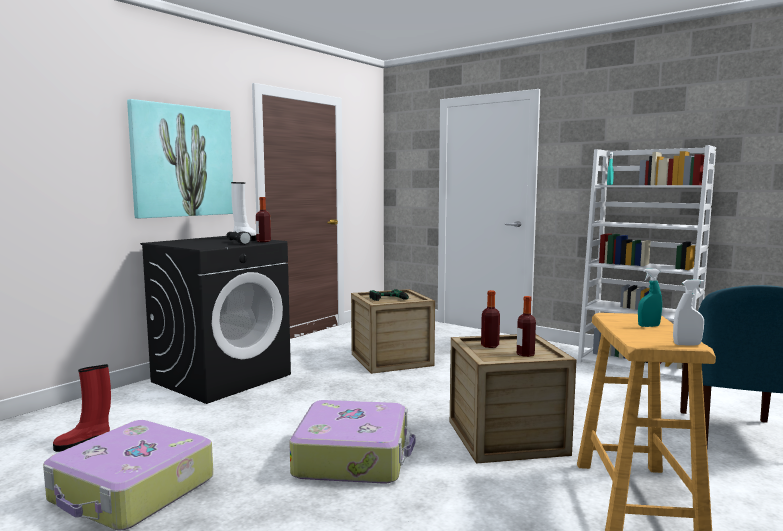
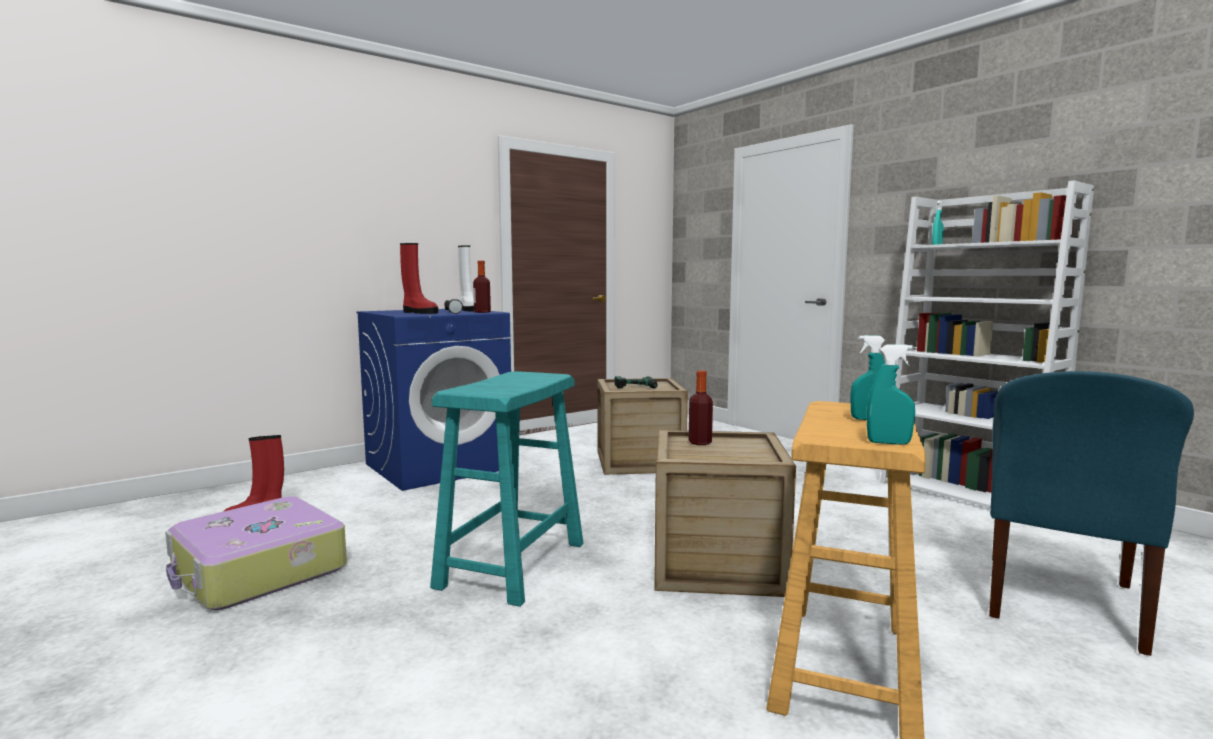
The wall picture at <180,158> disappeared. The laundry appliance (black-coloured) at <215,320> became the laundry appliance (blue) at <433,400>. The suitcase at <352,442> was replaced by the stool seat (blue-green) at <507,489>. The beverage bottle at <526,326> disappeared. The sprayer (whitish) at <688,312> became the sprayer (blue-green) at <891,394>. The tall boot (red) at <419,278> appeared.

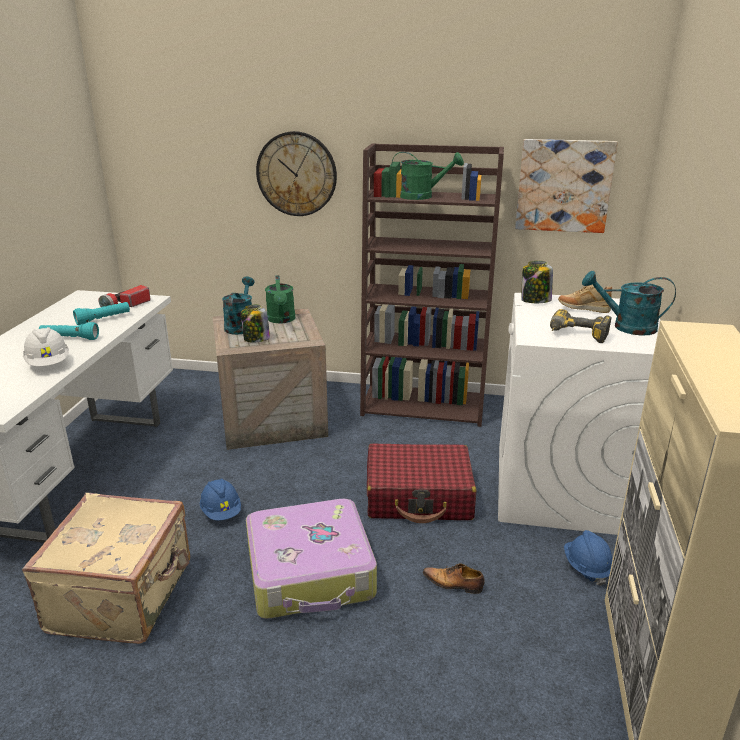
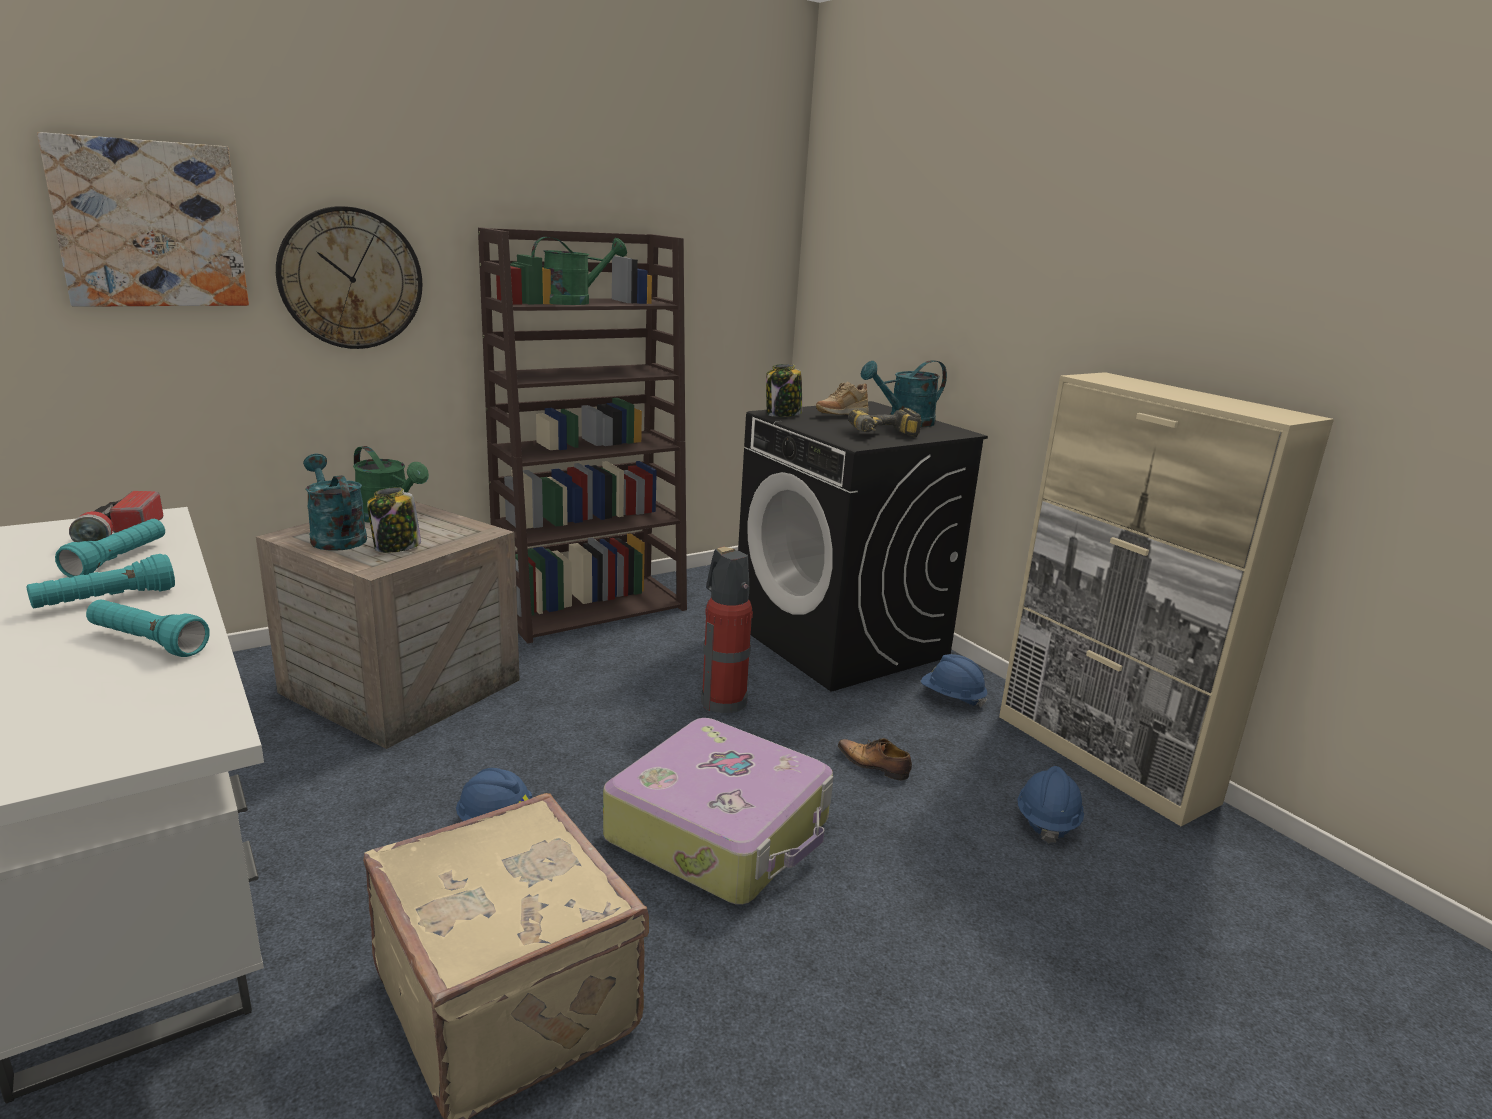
The work helmet (whitish) at <46,346> was replaced by the torch (blue-green) at <148,628>. The suitcase (red) at <422,483> was replaced by the fire-fighting cylinder at <727,630>. The item of footwear at <454,578> turned 60 degrees clockwise. The laundry appliance (whitish) at <579,414> became the laundry appliance (black-coloured) at <863,546>. The wall picture moved from <566,186> to <143,219>. The work helmet (blue) at <1050,804> appeared.

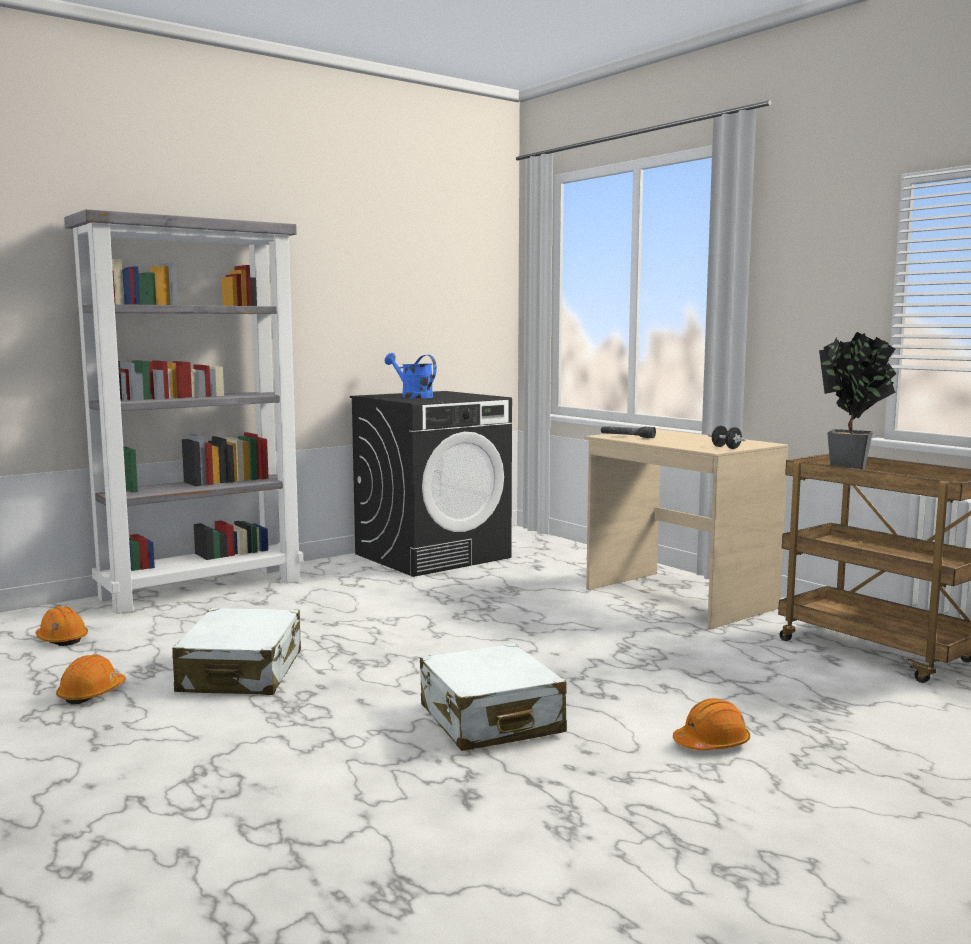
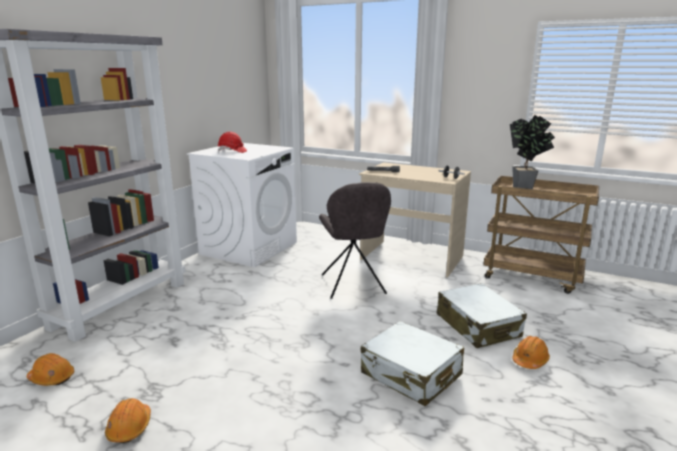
The suitcase (whitish) moved from <236,651> to <482,315>. The laundry appliance (black-coloured) at <431,484> became the laundry appliance (whitish) at <242,205>. The watering pot (blue) at <411,375> was replaced by the work helmet (red) at <232,142>. The upright chair (grey) at <355,240> appeared.

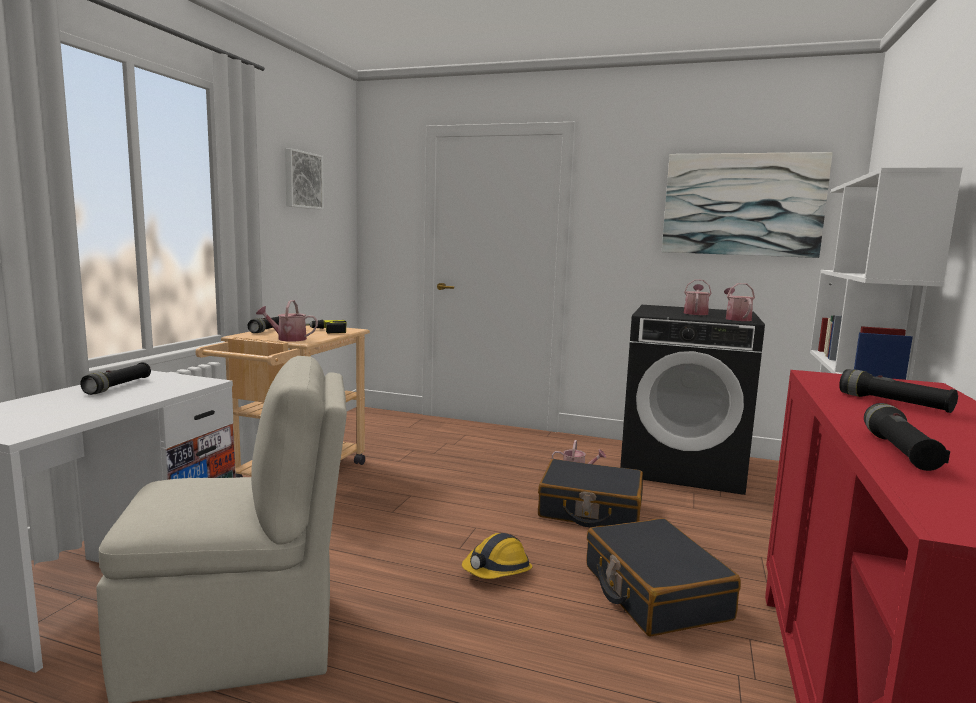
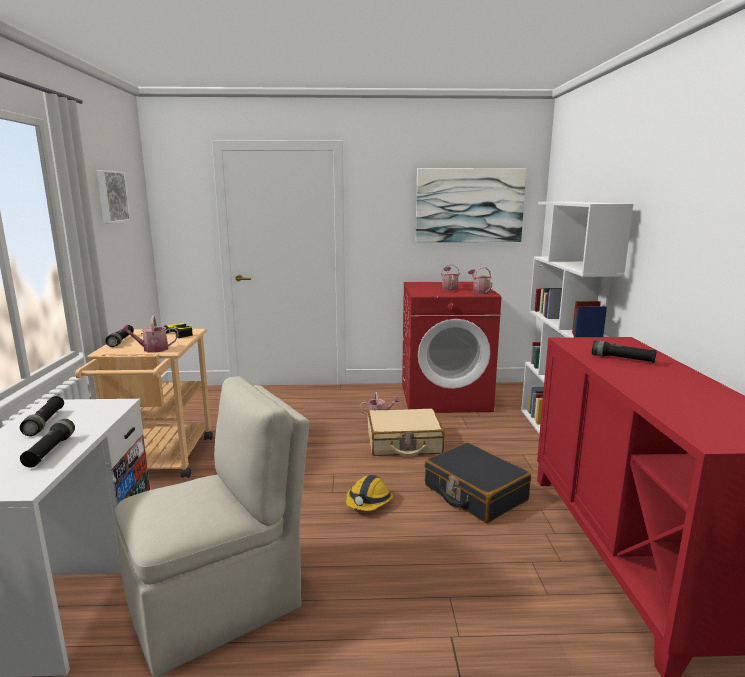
The suitcase (black-coloured) at <590,493> became the suitcase (beige) at <406,433>. The laundry appliance (black-coloured) at <692,400> became the laundry appliance (red) at <451,347>. The torch (black-coloured) moved from <907,437> to <47,443>.

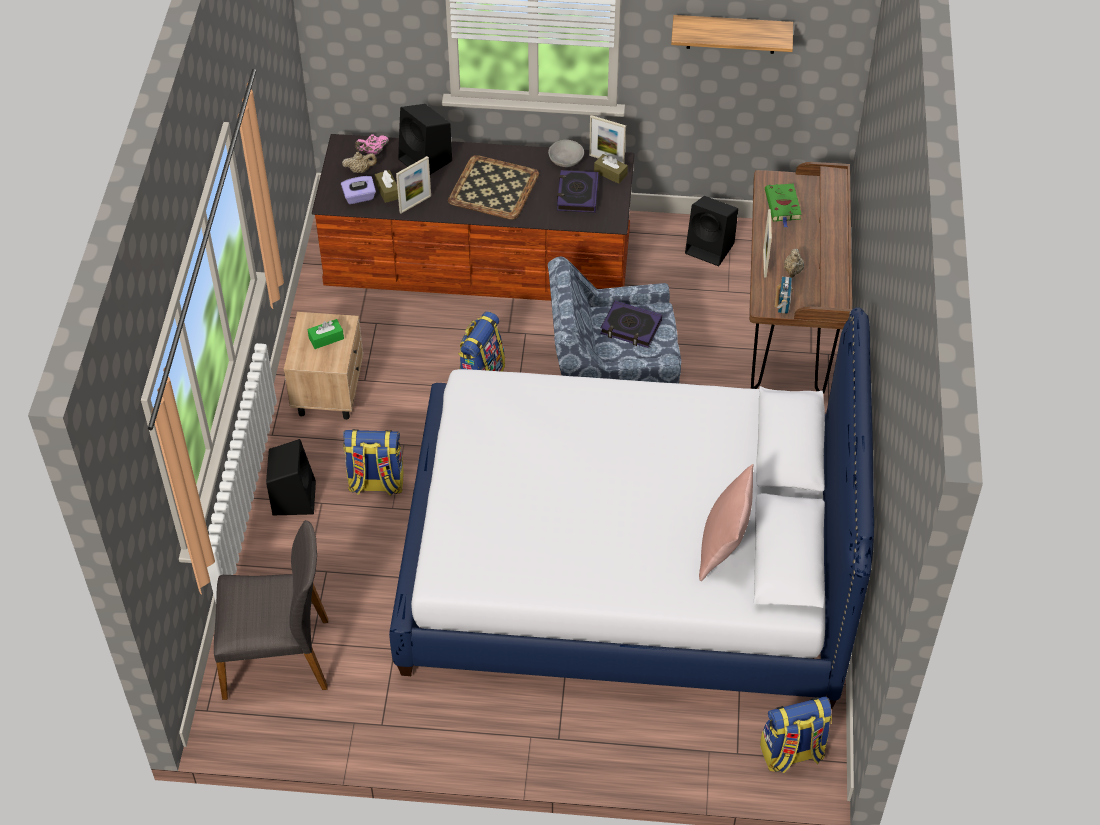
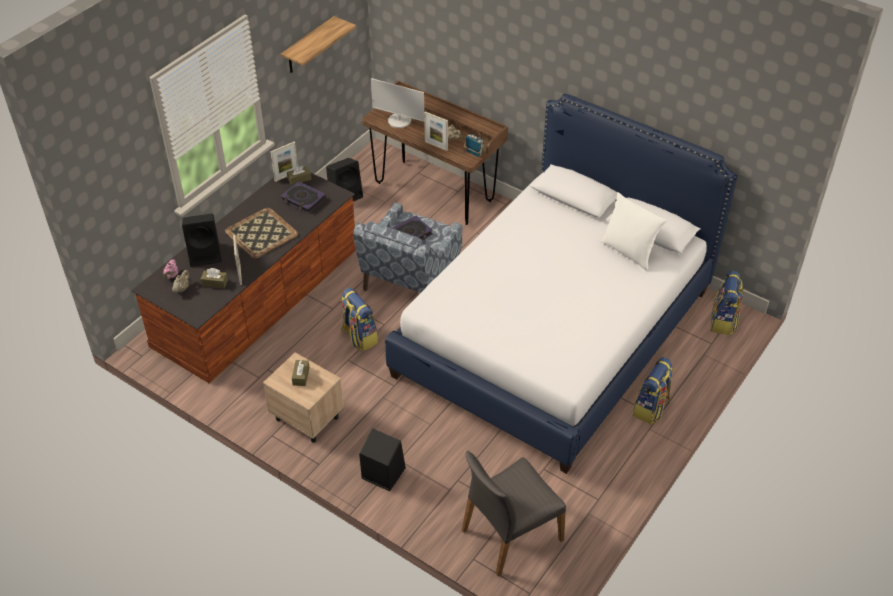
The upright chair (grey) at <271,610> turned 150 degrees counterclockwise. The tissue holder (green-coloured) at <325,334> became the tissue holder (brown-coloured) at <301,373>. The tissue holder (purple-coloured) at <358,190> disappeared. The knapsack moved from <373,462> to <653,390>. The serving bowl (grey) at <566,153> disappeared. The cushion (pink) at <726,522> became the cushion (whitish) at <634,231>. The bound book (green-coloured) at <783,205> was replaced by the computer screen at <397,103>.

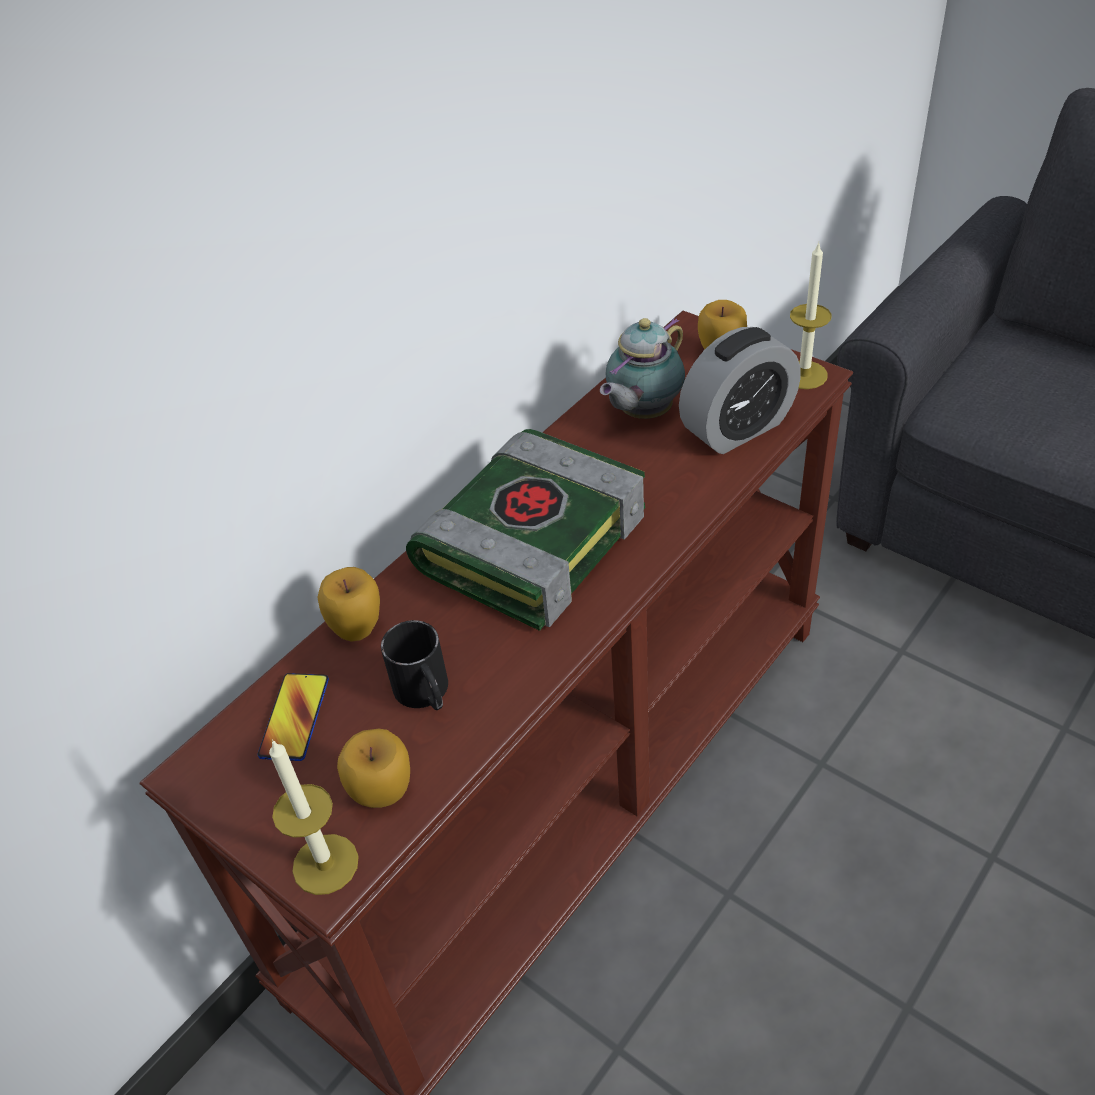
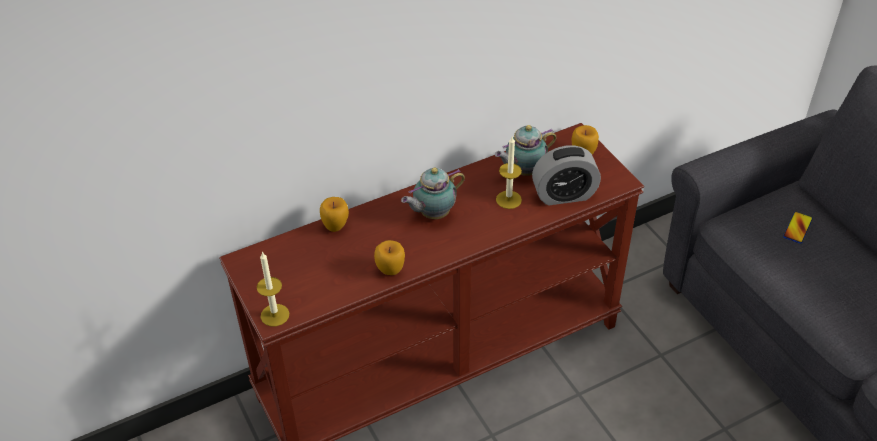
The telephone moved from <293,717> to <798,227>. The whole apple moved from <373,768> to <389,257>. The mug (black-coloured) at <414,665> disappeared. The bound book at <525,530> was replaced by the pot for tea at <433,193>. The candle moved from <811,315> to <509,173>.

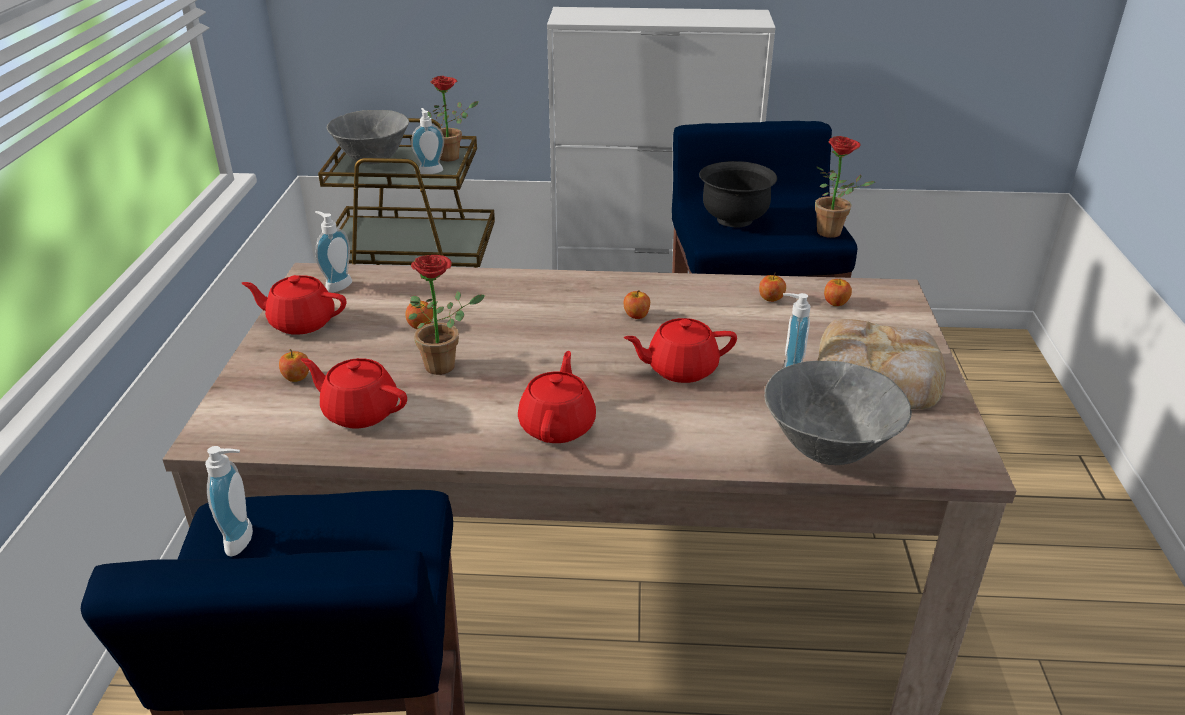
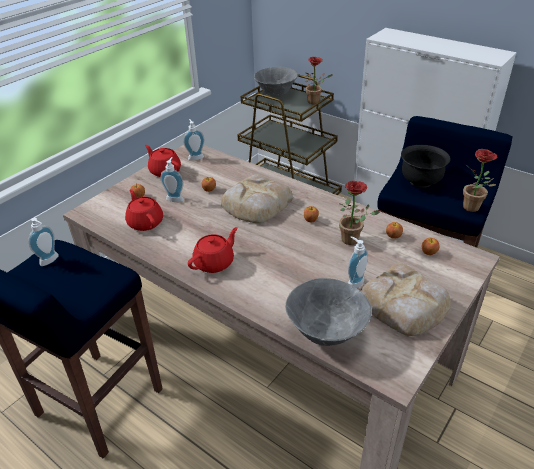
The plant in a pot moved from <446,315> to <359,213>. The soap dispenser moved from <427,141> to <172,179>. The pot for tea (red) at <680,350> disappeared. The bread at <257,198> appeared.

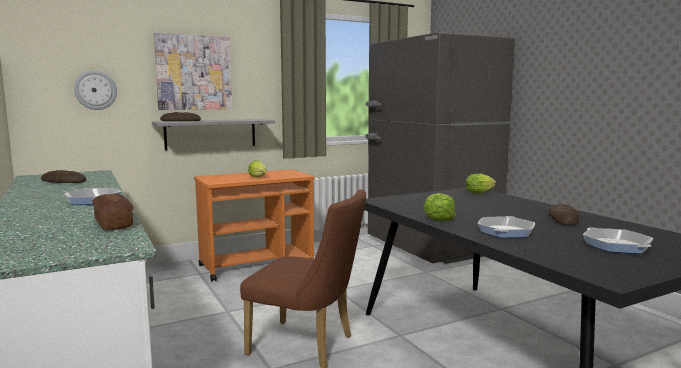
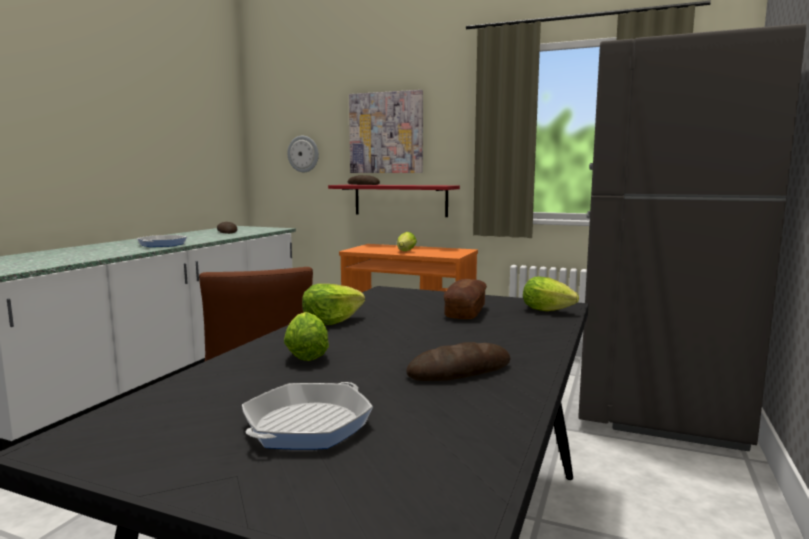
The bread moved from <113,212> to <465,299>. The bracket shelf (grey) at <213,134> became the bracket shelf (red) at <394,201>. The skillet at <506,227> was replaced by the lettuce at <306,336>.

